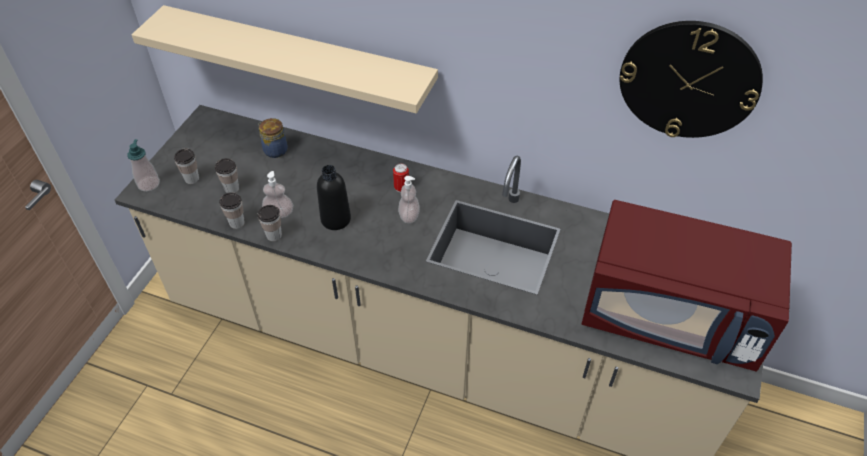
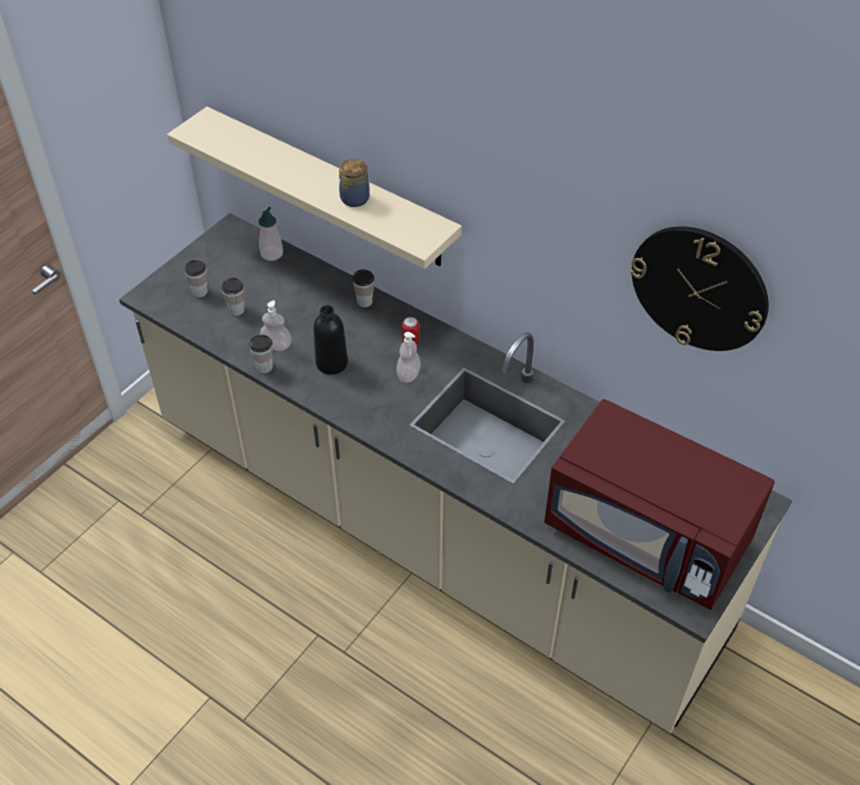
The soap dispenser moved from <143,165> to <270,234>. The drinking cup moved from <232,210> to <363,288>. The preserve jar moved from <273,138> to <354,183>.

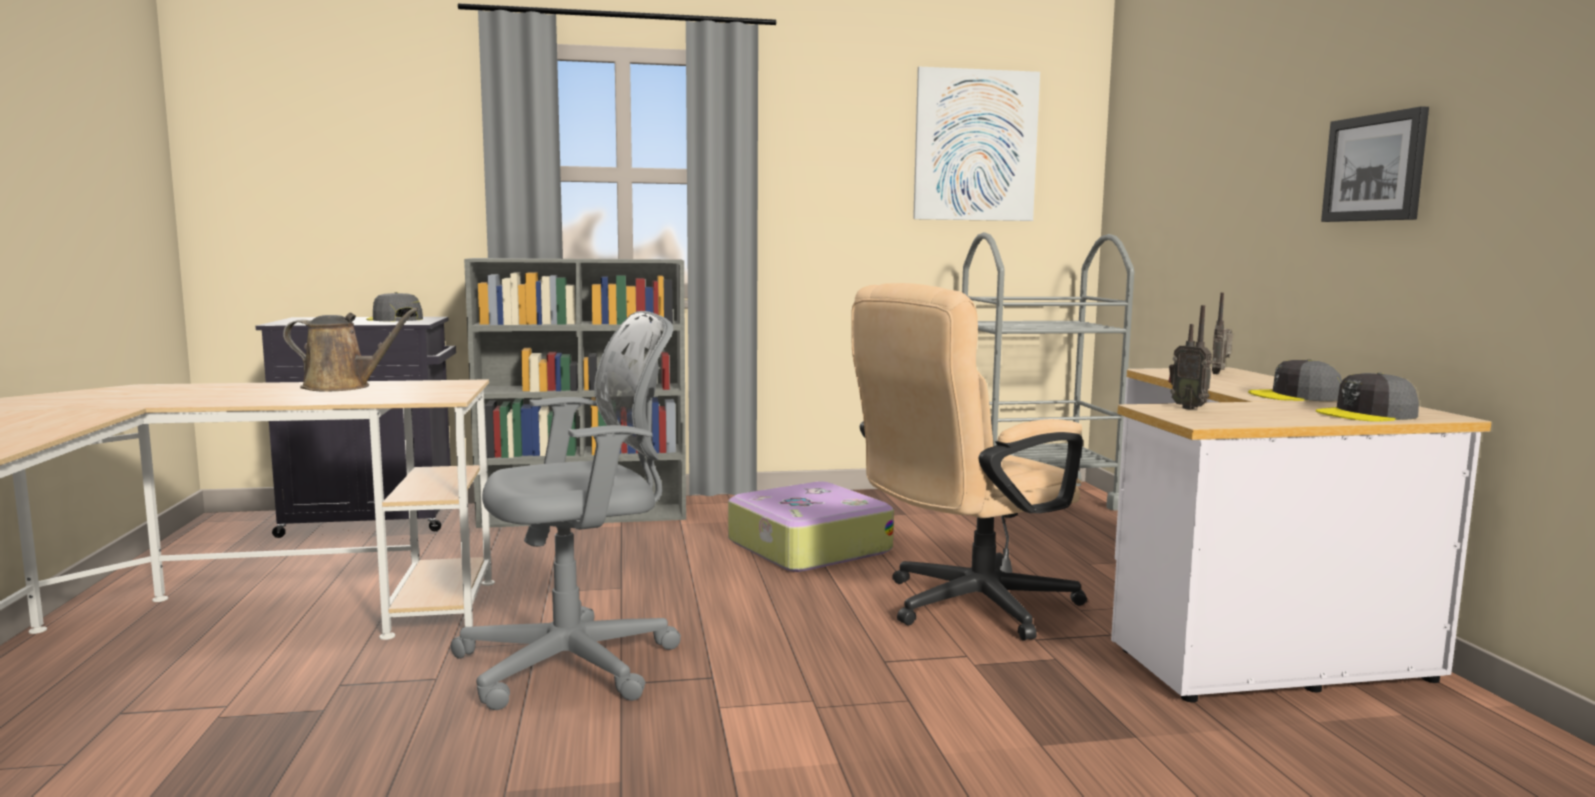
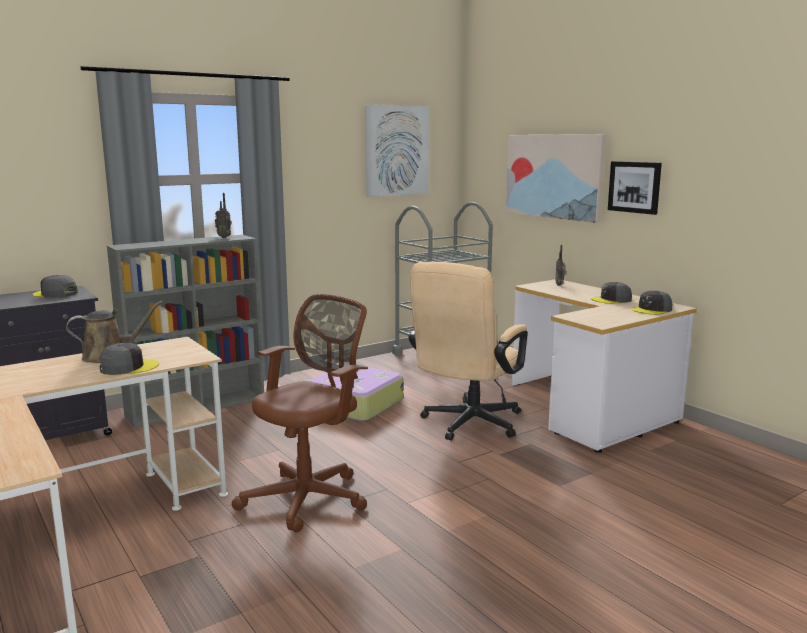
The computer chair (grey) at <566,510> became the computer chair (brown-coloured) at <300,413>. The radio moved from <1190,357> to <223,215>. The baseball cap (grey) at <129,359> appeared. The wall picture at <555,178> appeared.

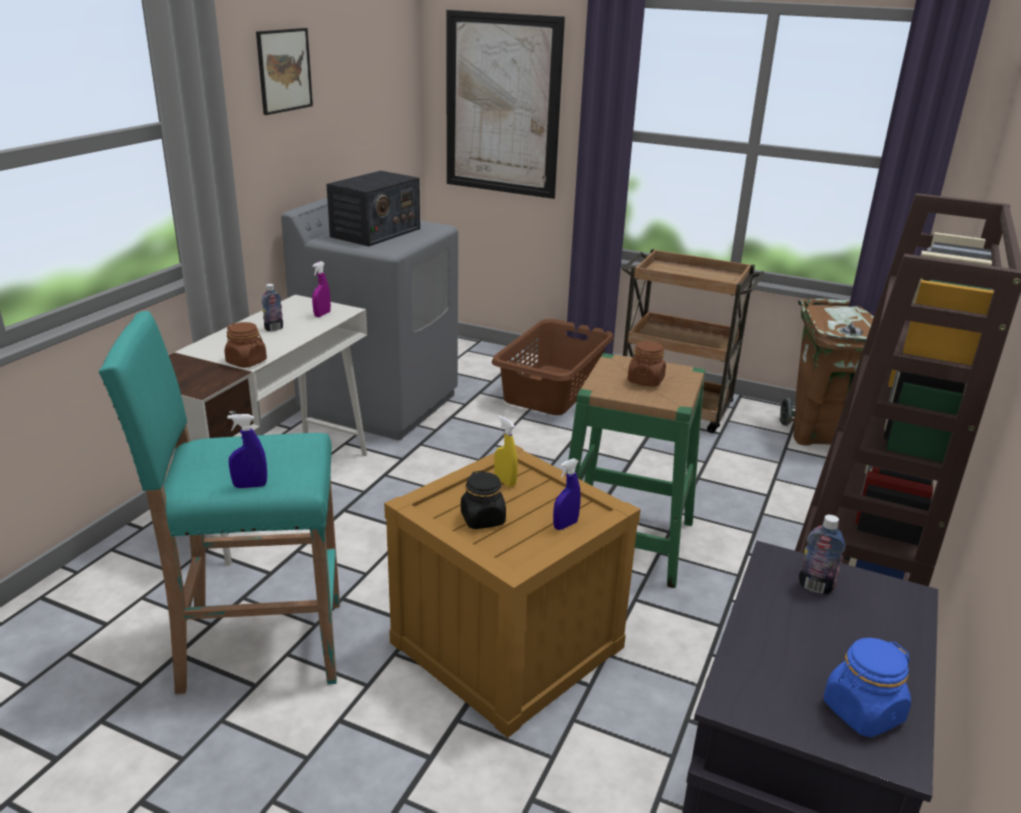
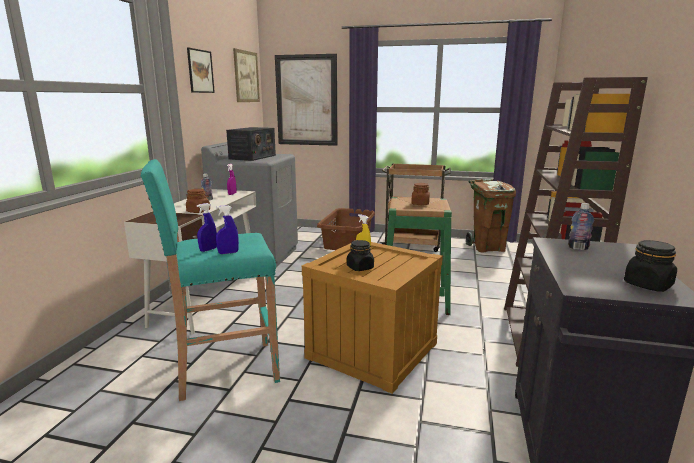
The sprayer (blue) moved from <567,494> to <207,227>. The preserve jar (blue) at <867,687> became the preserve jar (black-coloured) at <650,266>. The wall picture at <246,75> appeared.

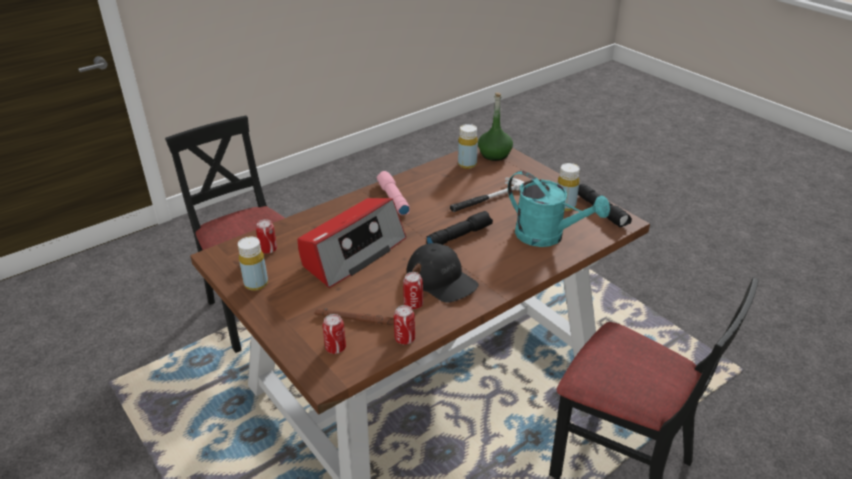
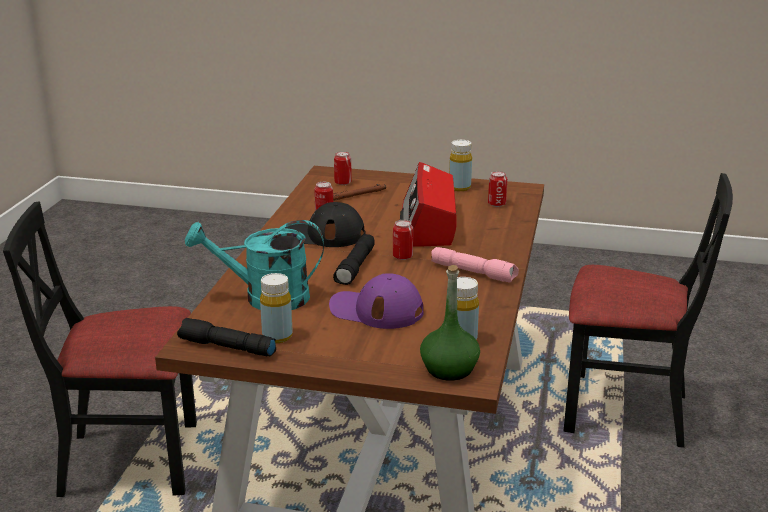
The metal can moved from <404,324> to <403,240>. The hand hammer at <487,195> was replaced by the baseball cap (purple-coloured) at <376,301>.

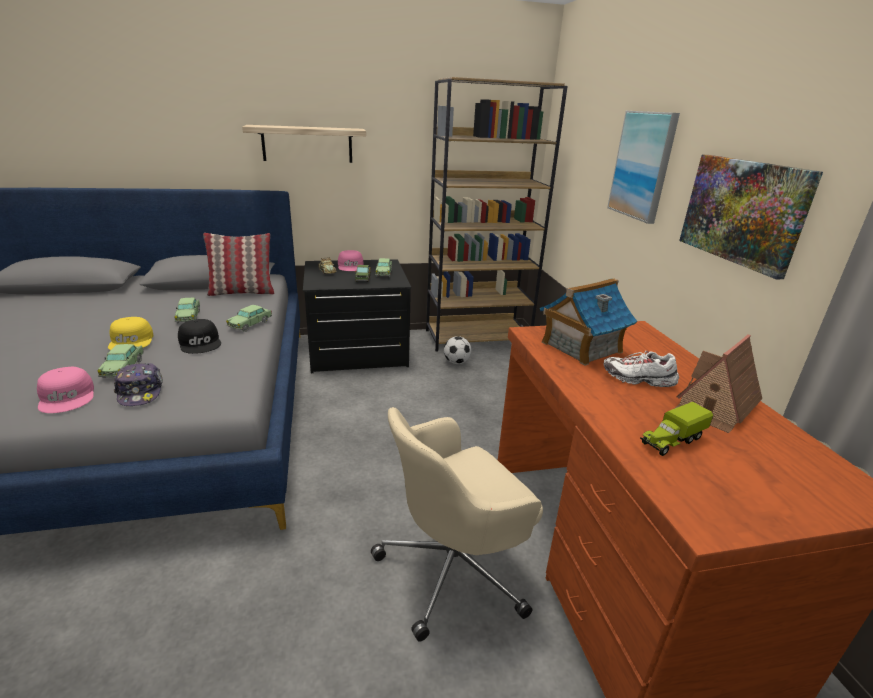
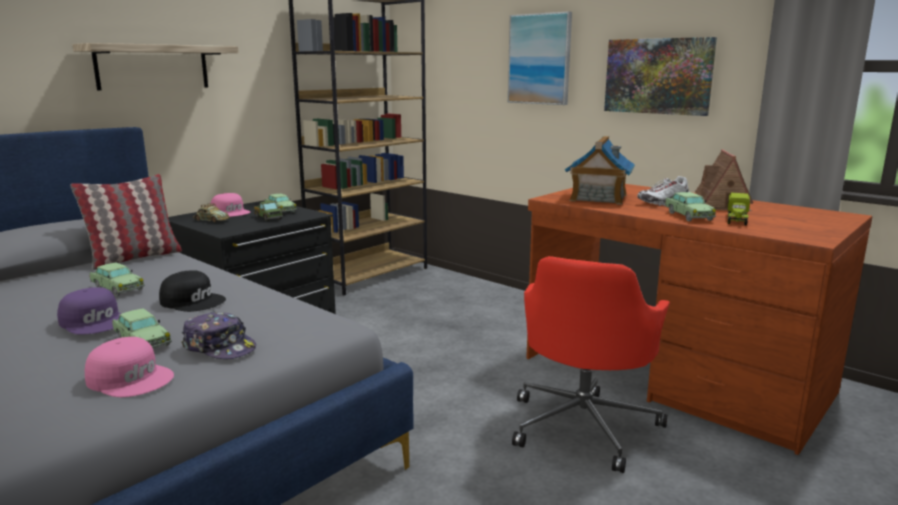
The baseball cap (yellowish) at <131,333> became the baseball cap (purple-coloured) at <89,311>. The toy car moved from <249,318> to <690,206>. The computer chair (beige) at <457,524> became the computer chair (red) at <591,364>. The ball for football at <457,350> disappeared.

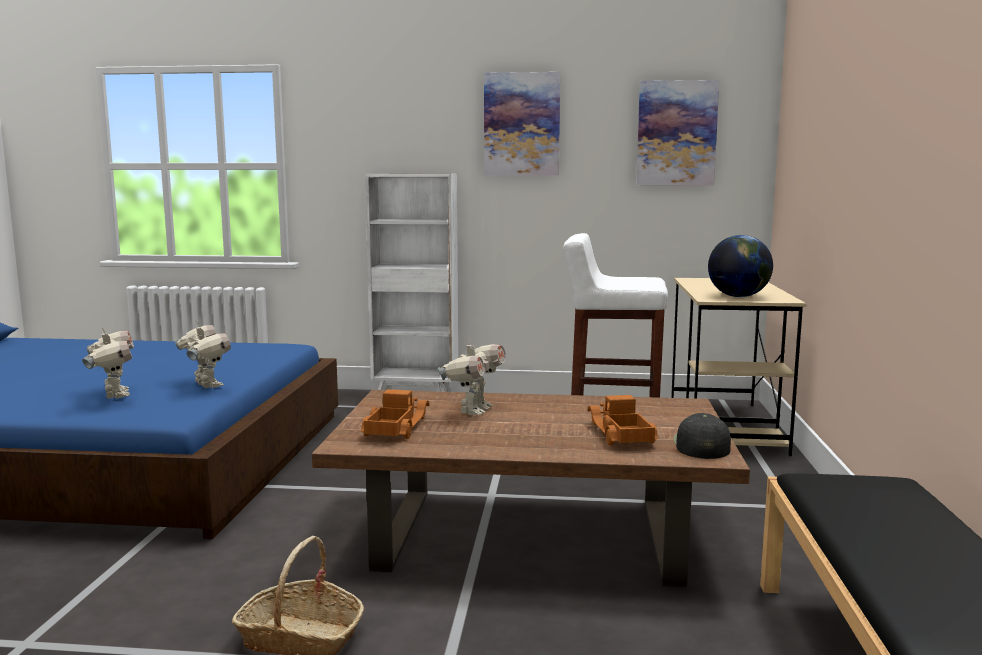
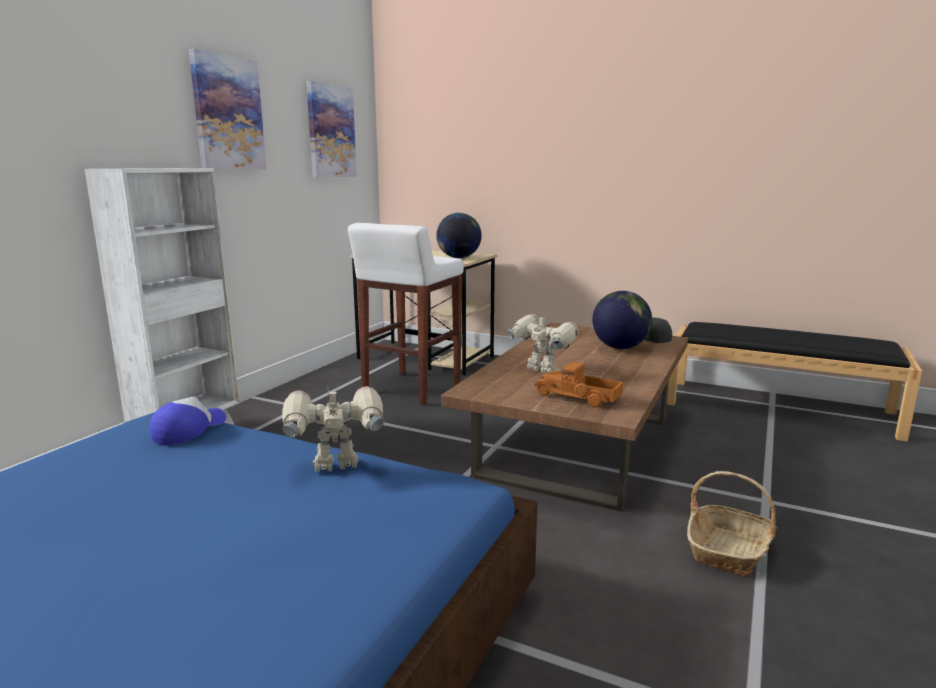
The model robot at <108,363> disappeared. The toy truck at <623,420> was replaced by the globe at <622,320>. The baseball cap at <188,420> appeared.

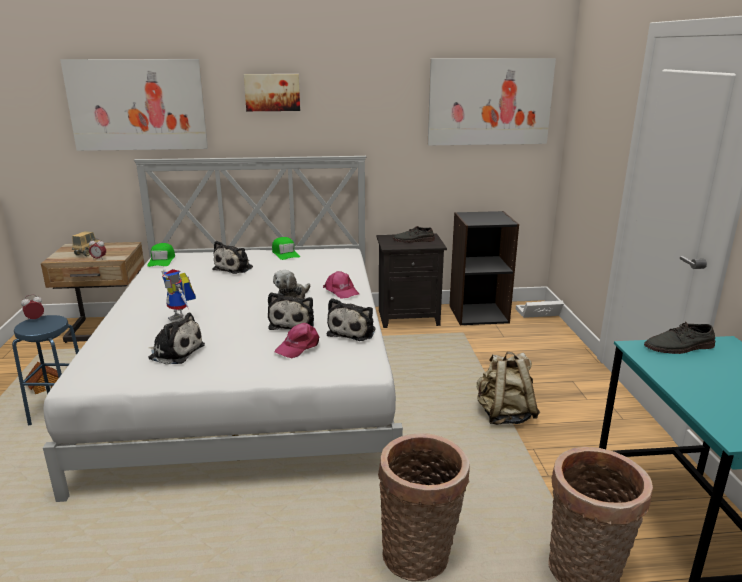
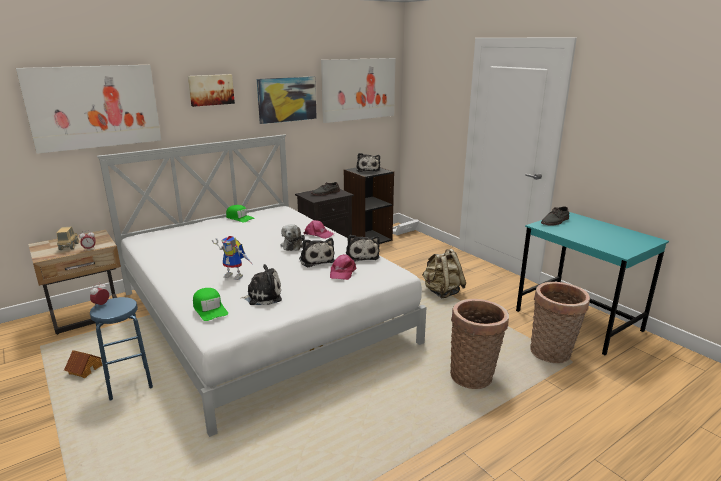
The baseball cap (green-coloured) moved from <161,255> to <210,304>. The soft toy moved from <233,257> to <368,162>. The wall picture at <287,100> appeared.

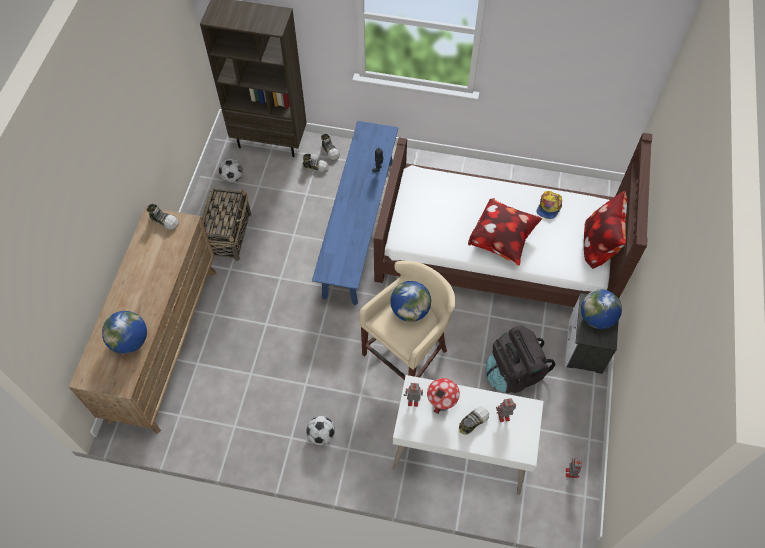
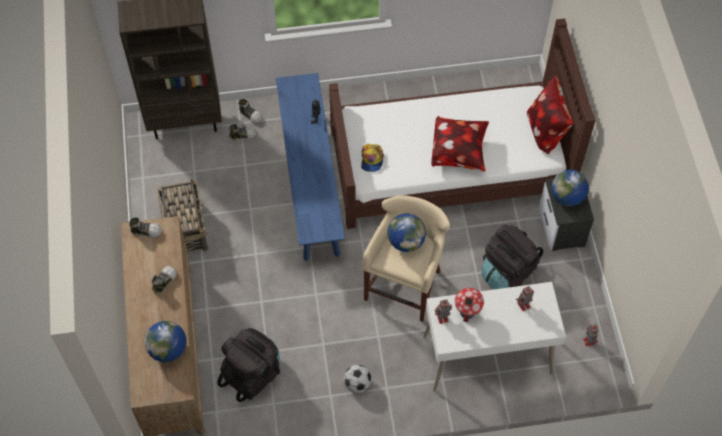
The ball for football at <231,170> disappeared. The item of footwear moved from <474,421> to <164,280>. The baseball cap moved from <549,205> to <372,157>. The knapsack (black-coloured) at <248,365> appeared.

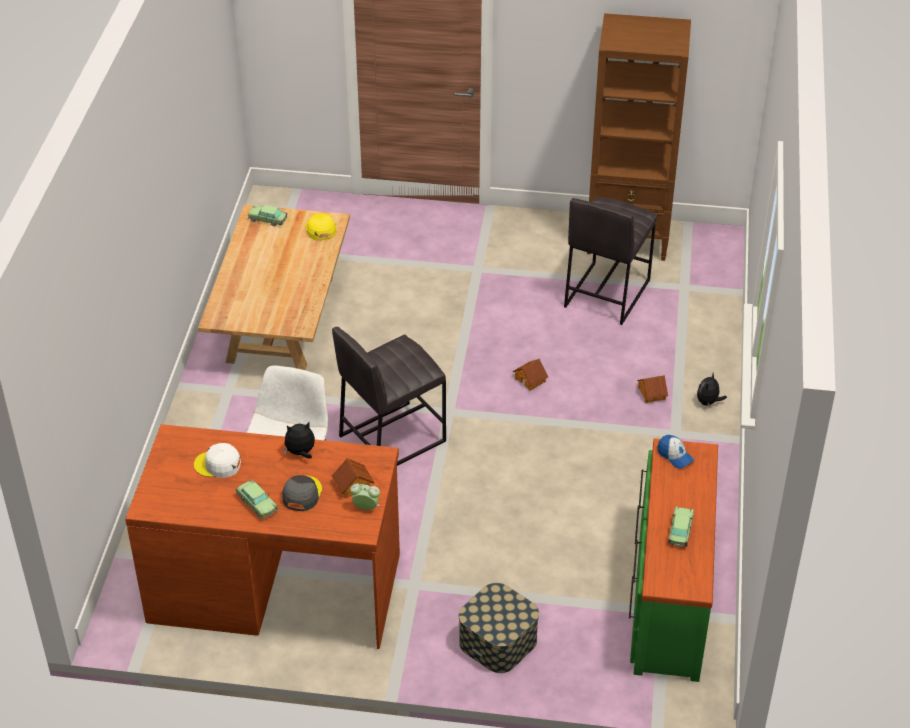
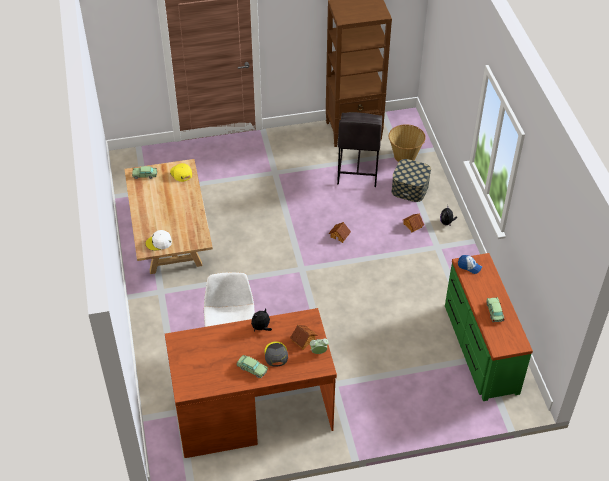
The baseball cap (whitish) moved from <217,460> to <159,240>. The stool seat (grey) at <389,396> disappeared. The storage box moved from <499,628> to <411,180>. The storage basket at <407,143> appeared.

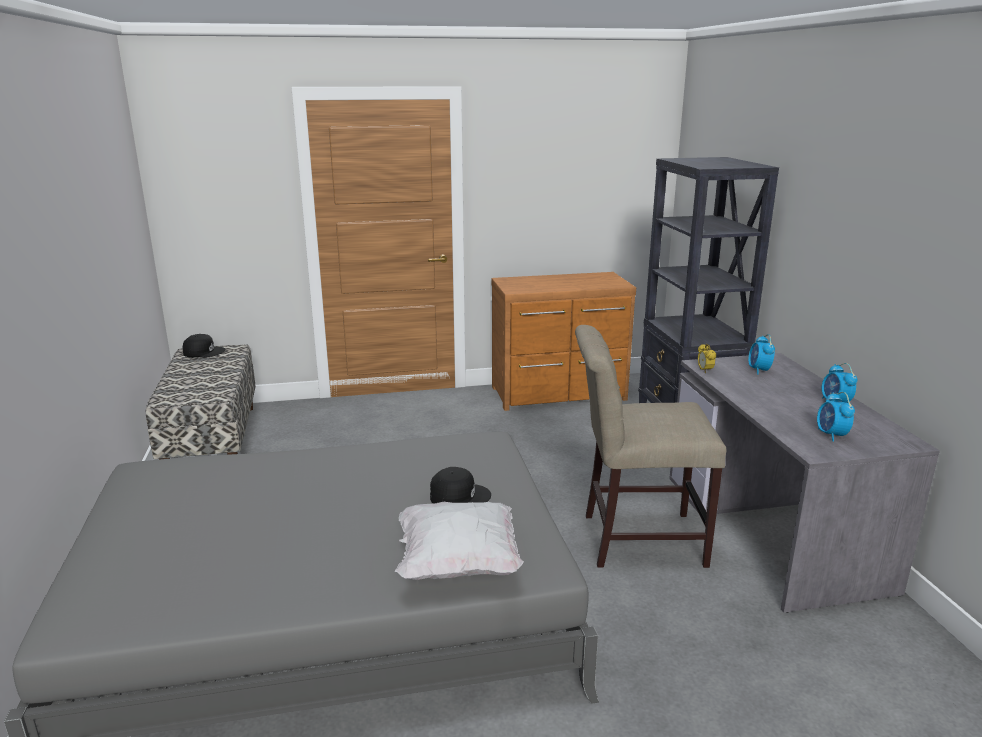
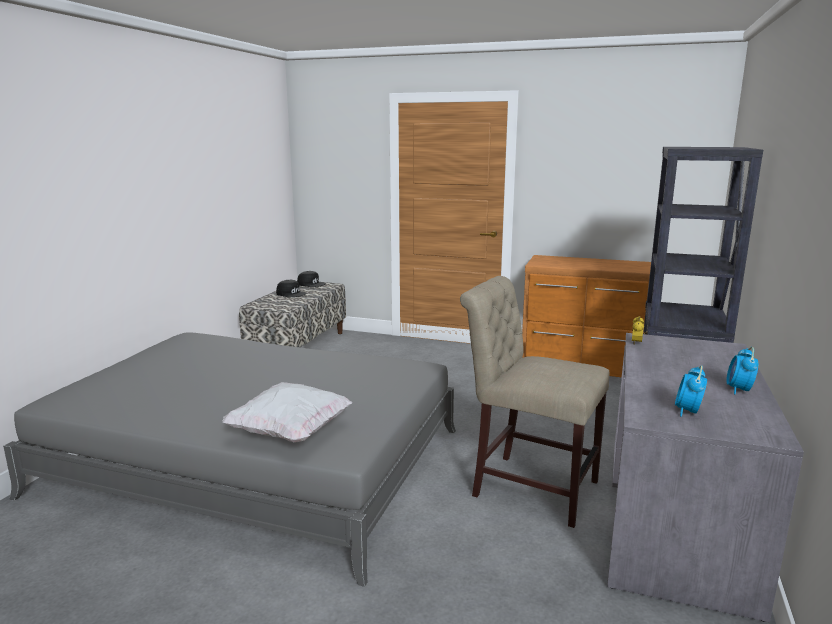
The baseball cap (black-coloured) moved from <460,485> to <291,288>. The bedside clock at <761,354> disappeared.

